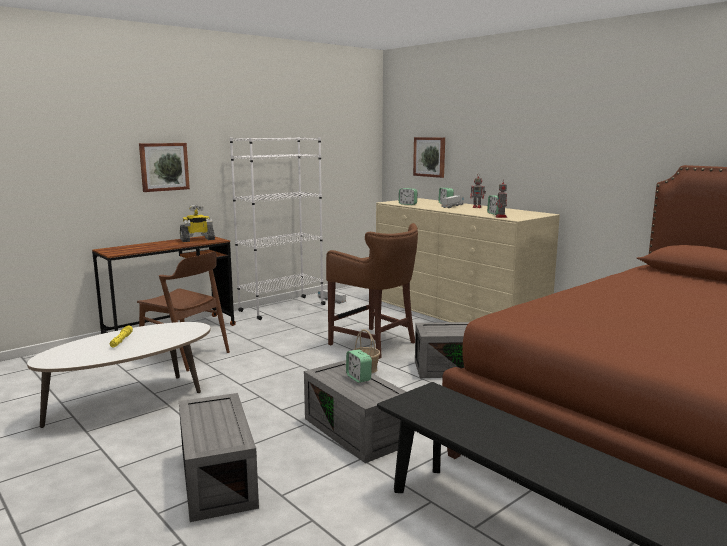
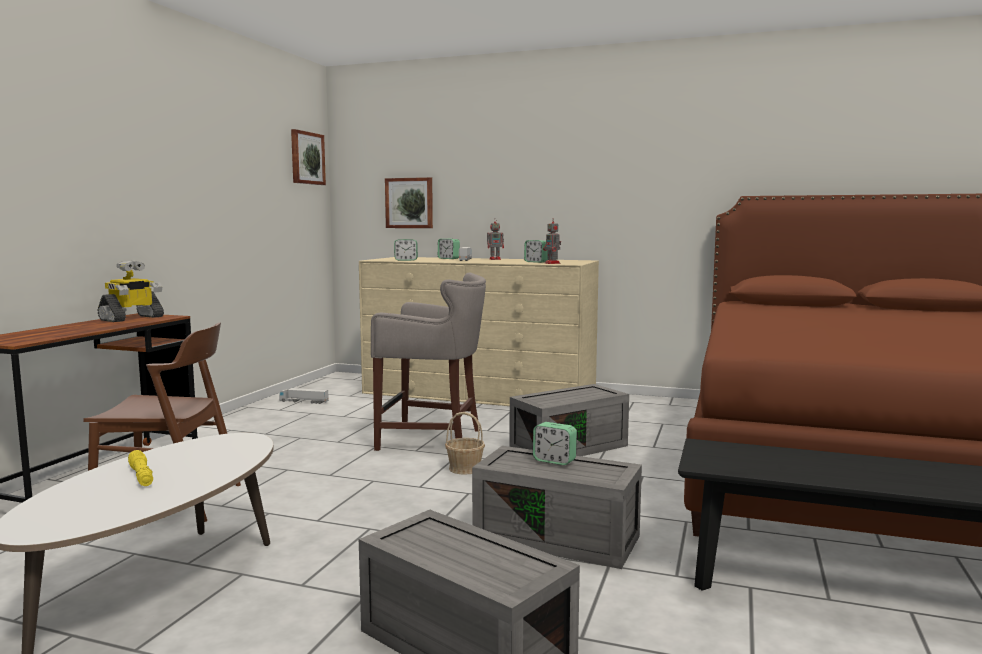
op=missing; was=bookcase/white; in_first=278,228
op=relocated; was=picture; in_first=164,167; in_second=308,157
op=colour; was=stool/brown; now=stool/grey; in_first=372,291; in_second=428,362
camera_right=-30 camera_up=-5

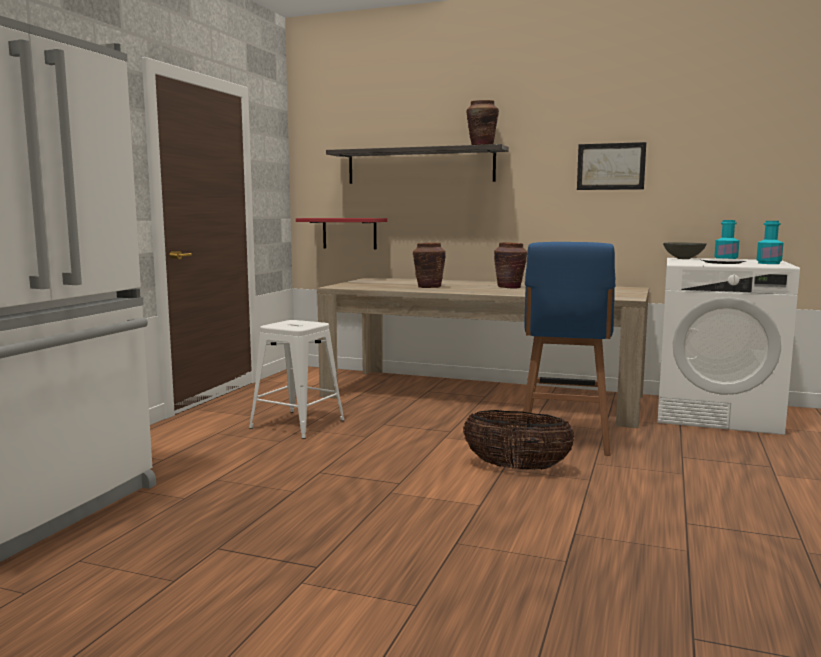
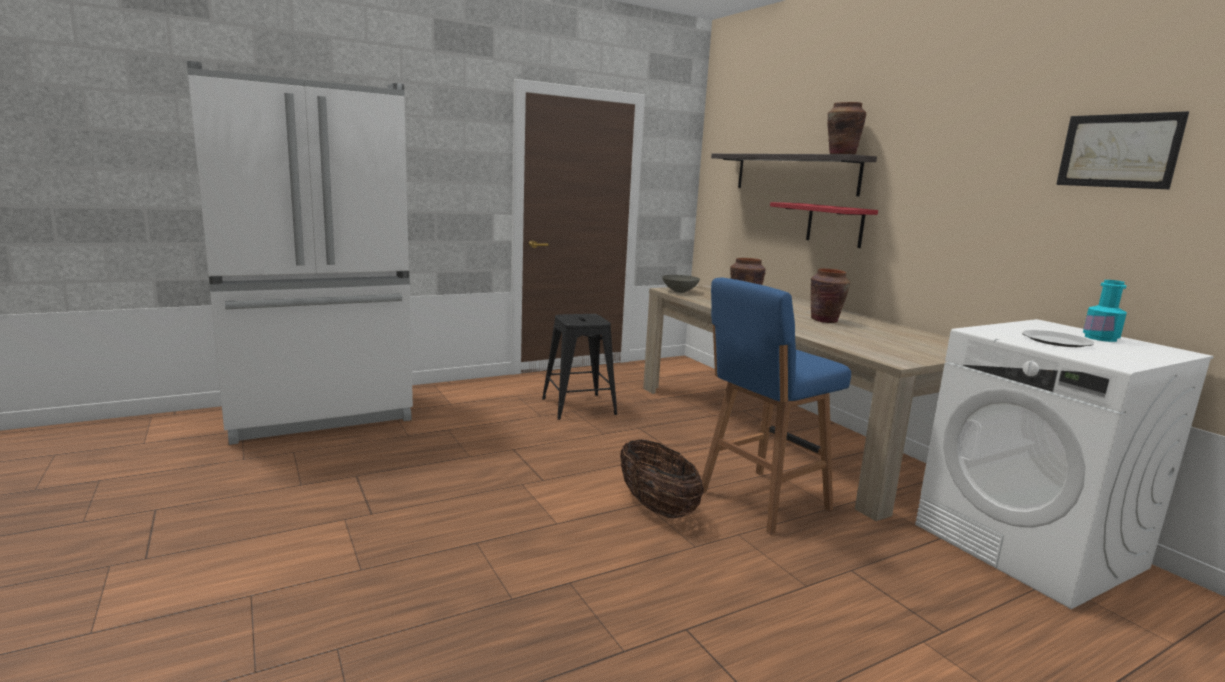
op=relocated; was=picture; in_first=611,166; in_second=1122,150
op=relocated; was=shelf/red; in_first=341,234; in_second=824,225
op=missing; was=bottle/turquoise; in_first=770,242
op=relocated; was=bowl/grey; in_first=685,250; in_second=681,284
op=colour; was=stool/white; now=stool/black; in_first=297,379; in_second=579,367
camera_right=40 camera_up=5

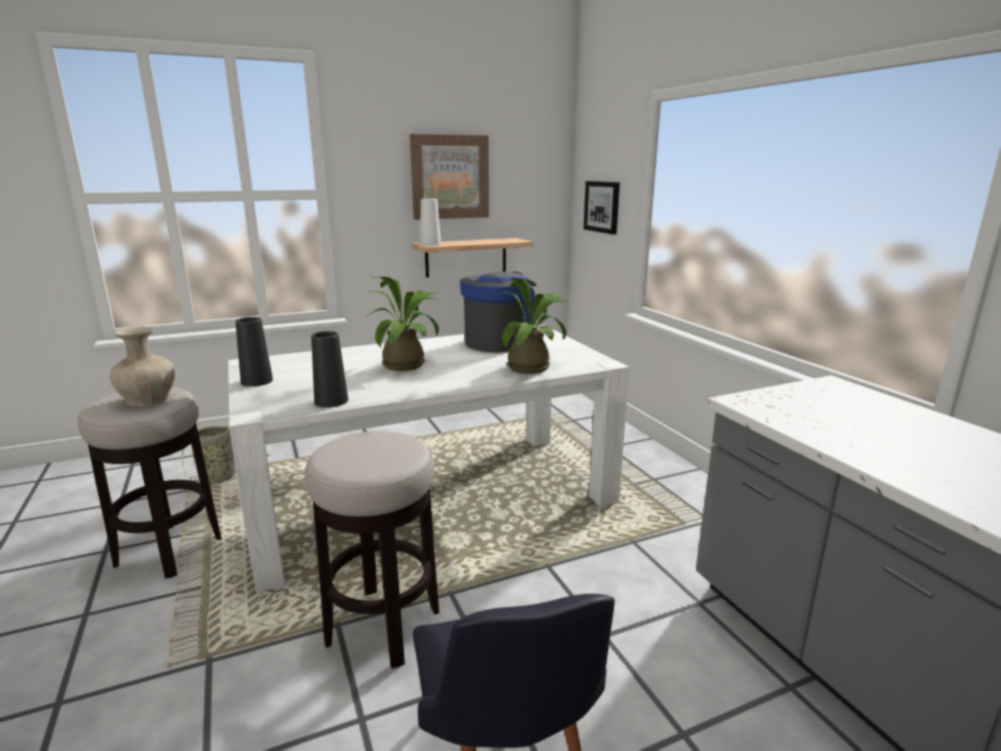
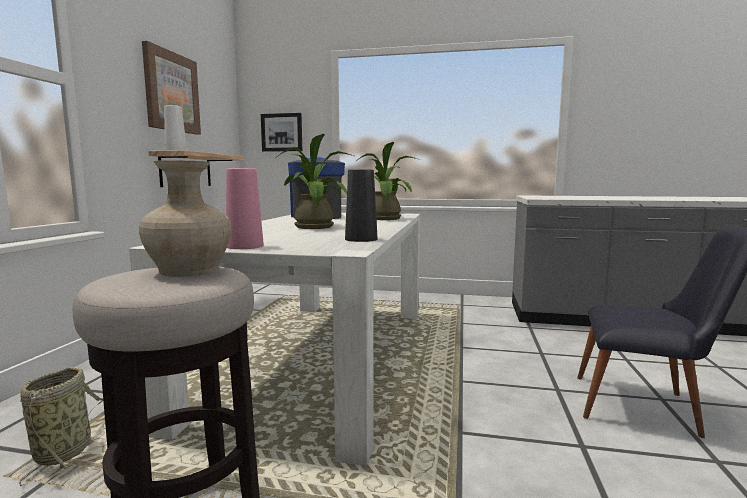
op=colour; was=vase/black; now=vase/pink; in_first=254,352; in_second=245,208
op=missing; was=stool; in_first=372,550
camera_right=-55 camera_up=-10

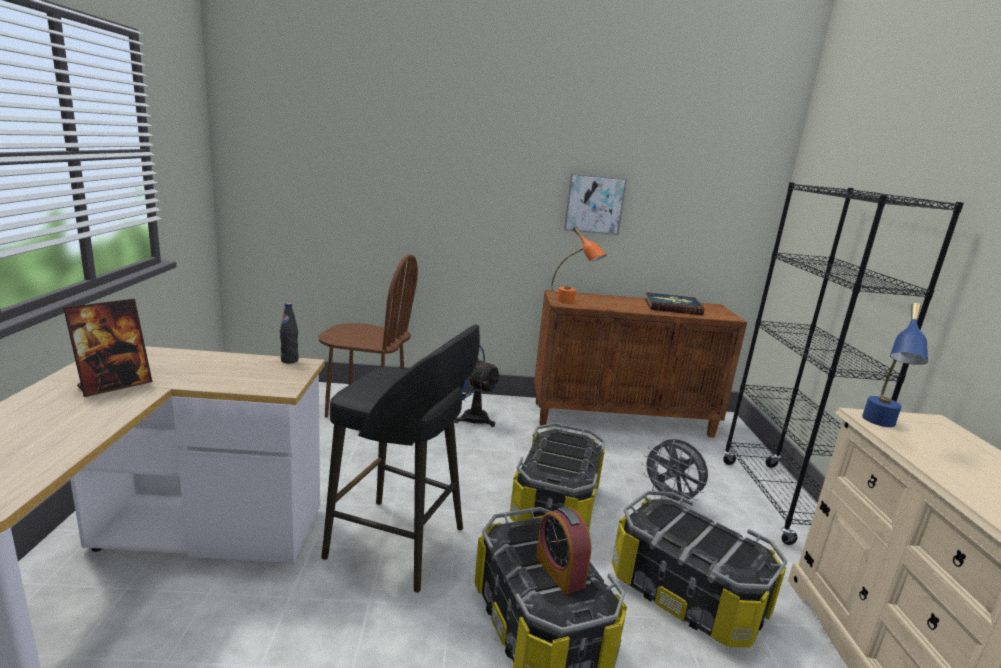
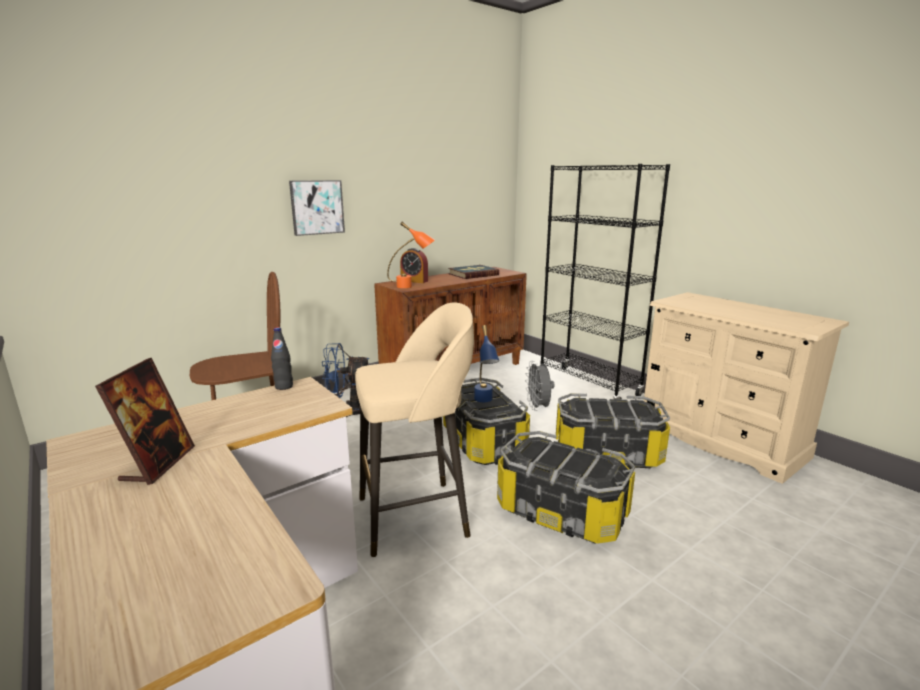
op=relocated; was=picture; in_first=595,204; in_second=317,208
op=relocated; was=table lamp/blue; in_first=895,365; in_second=486,363
op=colour; was=stool/black; now=stool/beige; in_first=400,459; in_second=414,429
op=spun; was=fan/grey; in_first=675,472; in_second=540,386; clockwise=75
op=relocated; was=alarm clock; in_first=564,550; in_second=414,265
camera_right=-35 camera_up=0

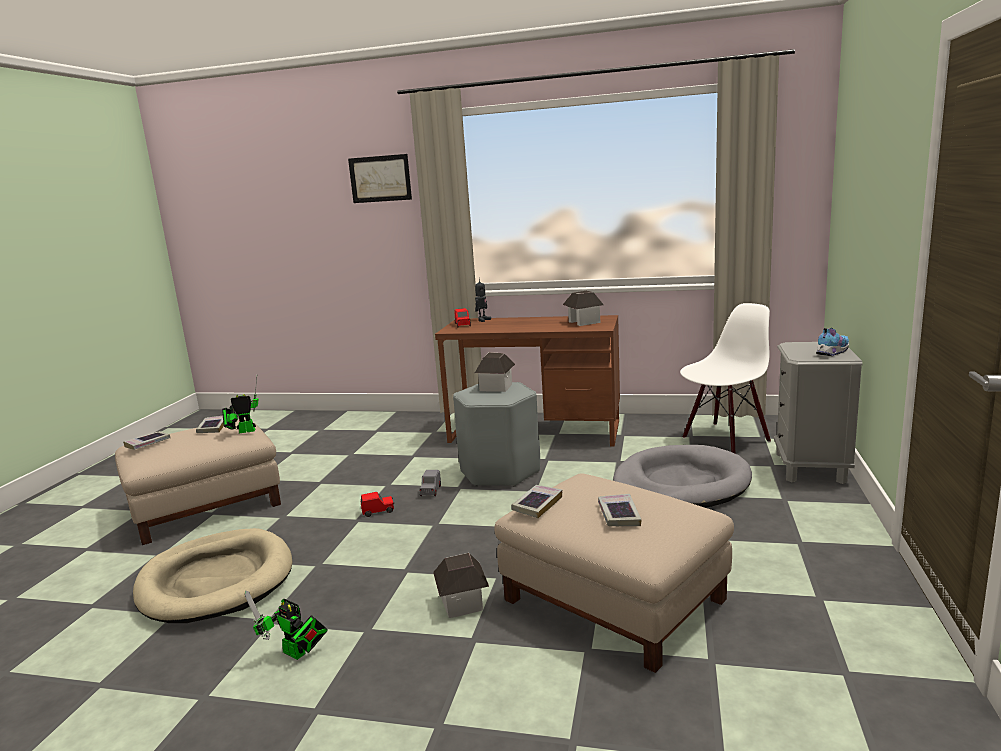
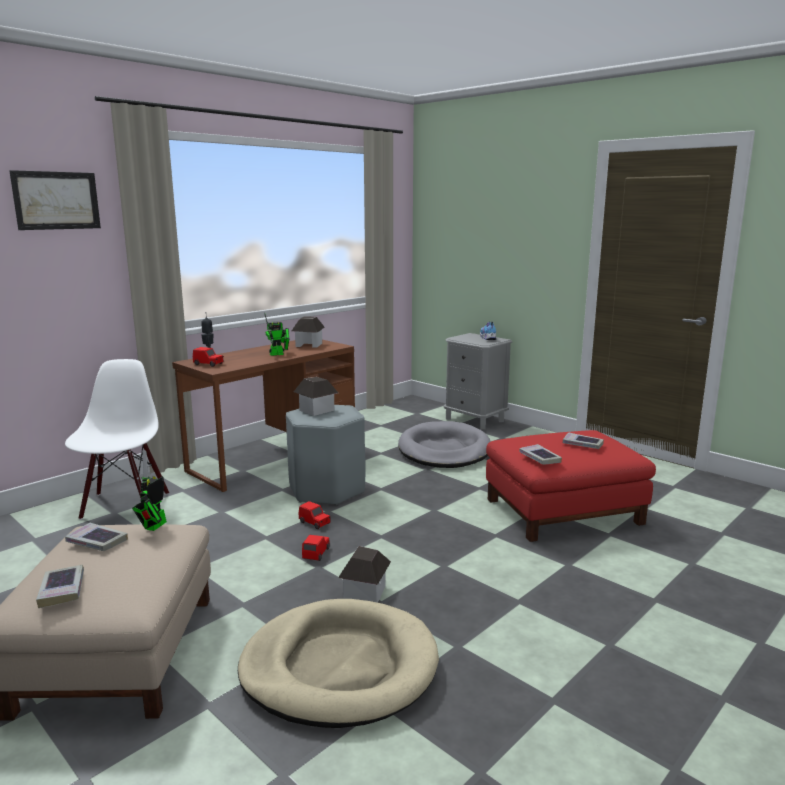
op=relocated; was=chair/white; in_first=725,378; in_second=117,439
op=colour; was=toy car/grey; now=toy car/red; in_first=430,483; in_second=315,515
op=colour; was=ottoman/beige; now=ottoman/red; in_first=614,573; in_second=571,486
op=relocated; was=toy house; in_first=461,585; in_second=364,574
op=relocated; was=toy robot; in_first=286,625; in_second=276,334
camera_right=-60 camera_up=0

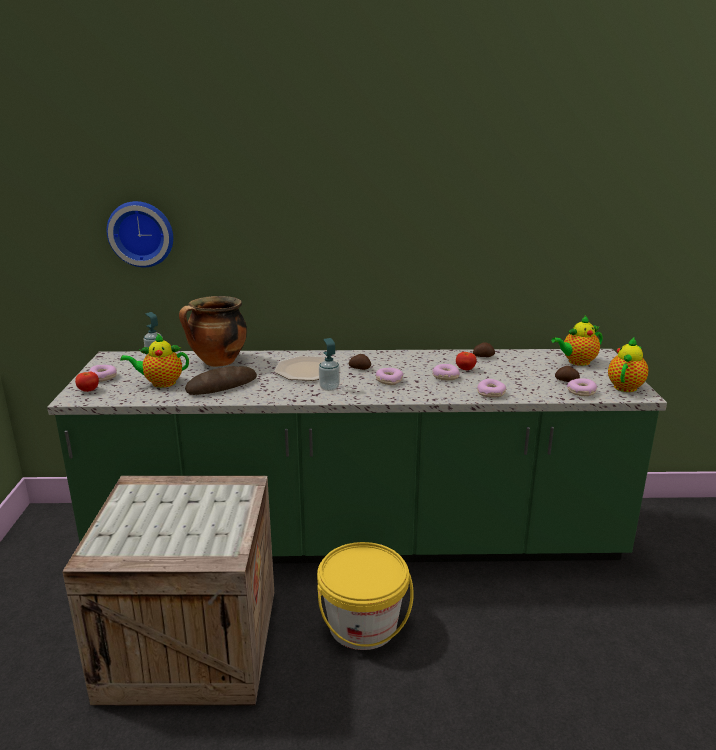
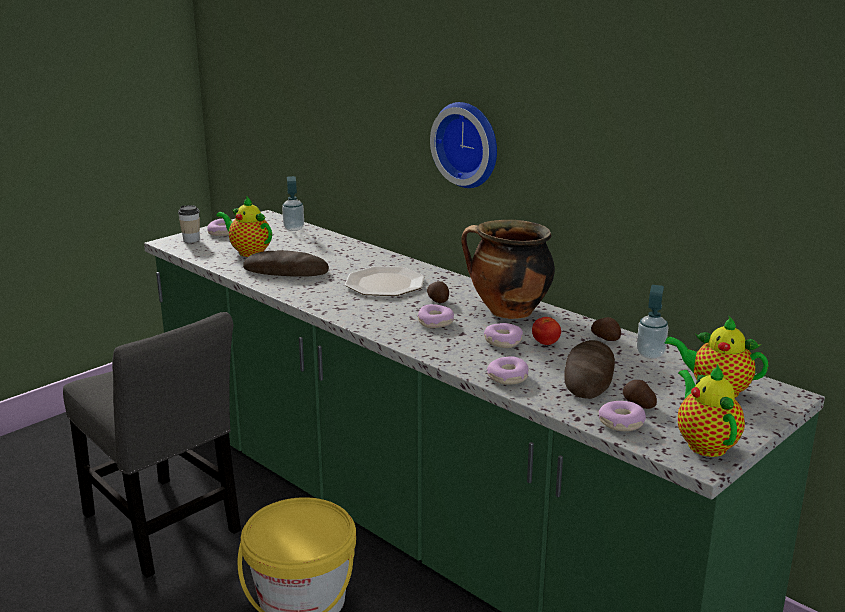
op=relocated; was=wall clock; in_first=140,234; in_second=463,145
op=relocated; was=cooking pot; in_first=213,331; in_second=508,269
op=spun; was=teapot; in_first=628,364; in_second=711,410; clockwise=-90
op=relocated; was=soap dispenser; in_first=329,364; in_second=652,322
op=exchanged; was=tomato; now=cup; in_first=87,382; in_second=189,224
op=exchanged; was=crate; now=chair/grey; in_first=168,591; in_second=152,445
op=appeared; now=bread; in_second=589,369
camera_right=45 camera_up=0

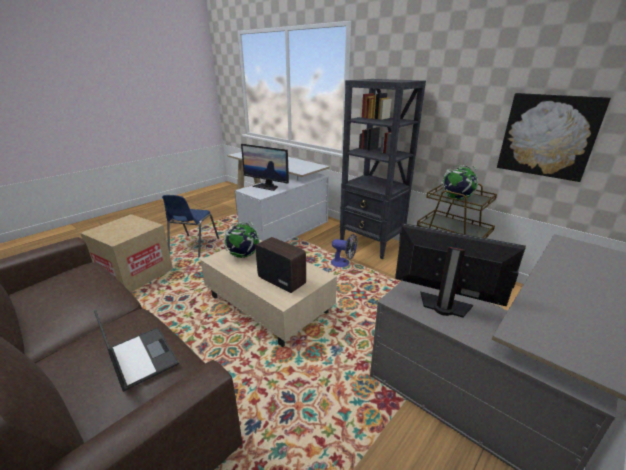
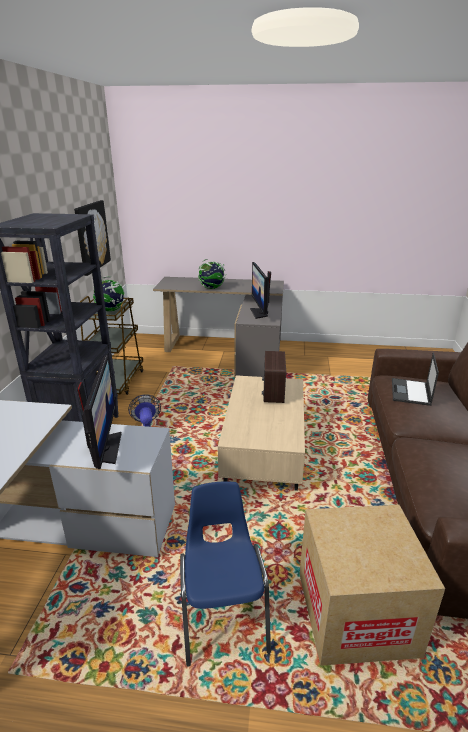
op=spun; was=chair/blue; in_first=190,226; in_second=225,574; clockwise=-75
op=relocated; was=globe; in_first=241,239; in_second=212,274
camera_right=-125 camera_up=0

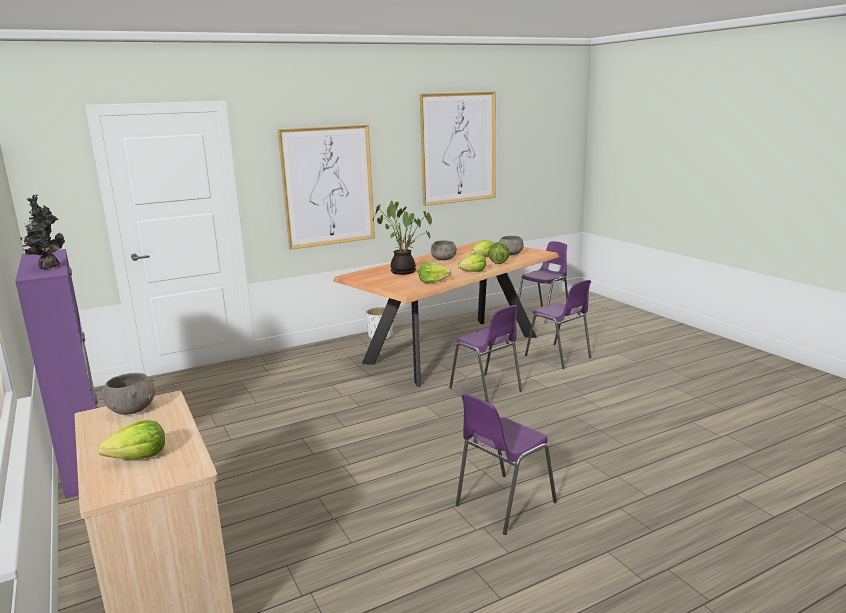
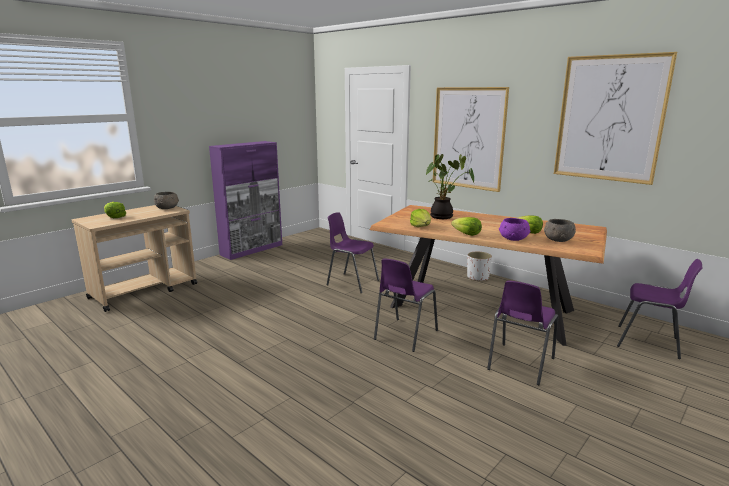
op=missing; was=potted plant; in_first=42,231
op=missing; was=bowl/grey; in_first=444,250
op=exchanged; was=lettuce; now=bowl/purple; in_first=499,253; in_second=514,229
op=relocated; was=chair/purple; in_first=506,464; in_second=353,252
camera_right=70 camera_up=0

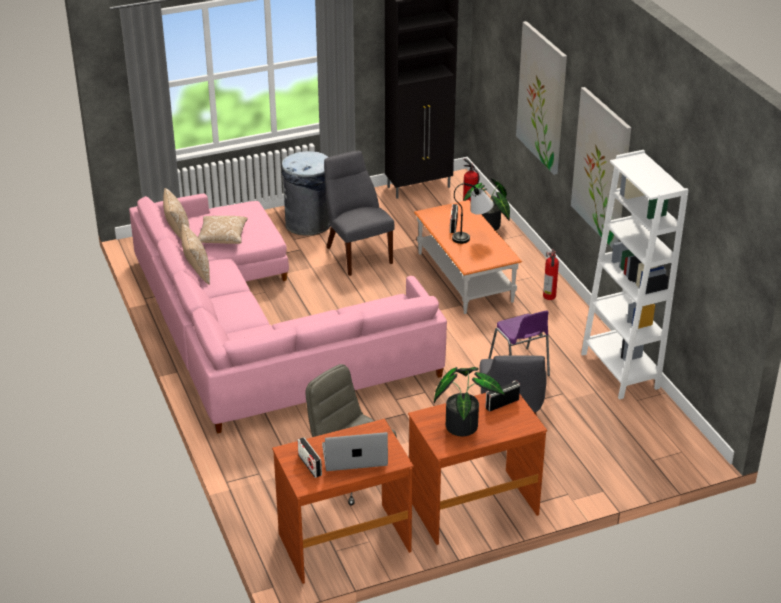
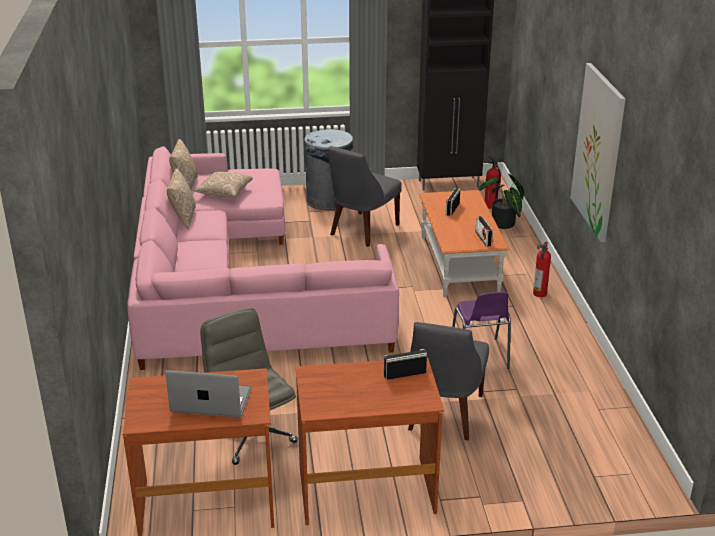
op=missing; was=picture; in_first=541,98
op=missing; was=bookcase/white; in_first=635,275
op=spun; was=chair/grey; in_first=359,213; in_second=365,196; clockwise=-135
op=missing; was=table lamp; in_first=473,213
op=missing; was=potted plant; in_first=469,401
op=relocated; was=radio; in_first=310,457; in_second=484,231
camera_right=15 camera_up=-5

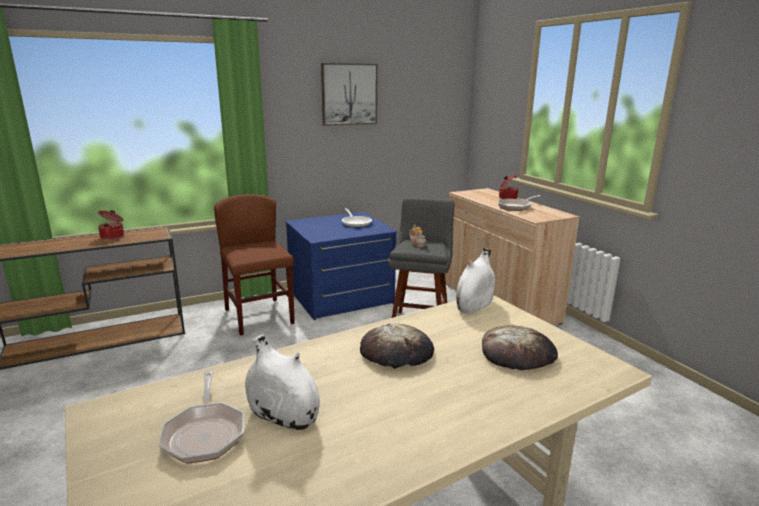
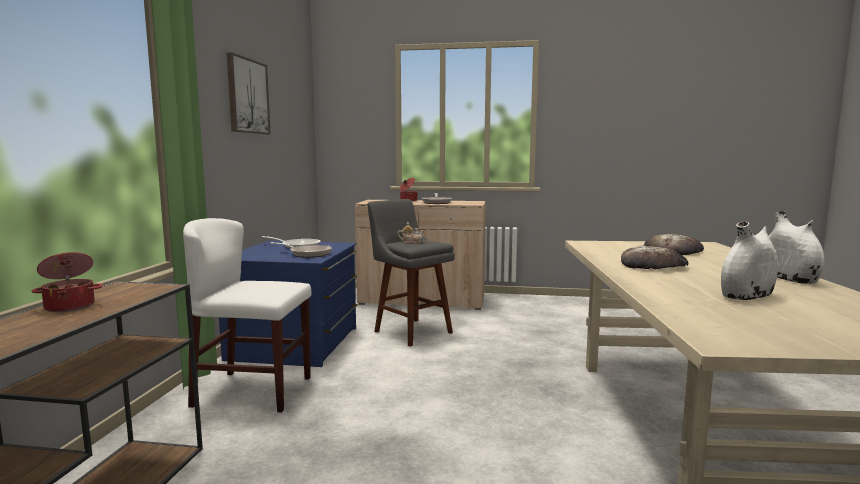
op=colour; was=chair/brown; now=chair/white; in_first=254,265; in_second=247,315
op=relocated; was=vase/white; in_first=475,281; in_second=796,247
op=relocated; was=frying pan; in_first=201,417; in_second=301,250
camera_right=-55 camera_up=-10

